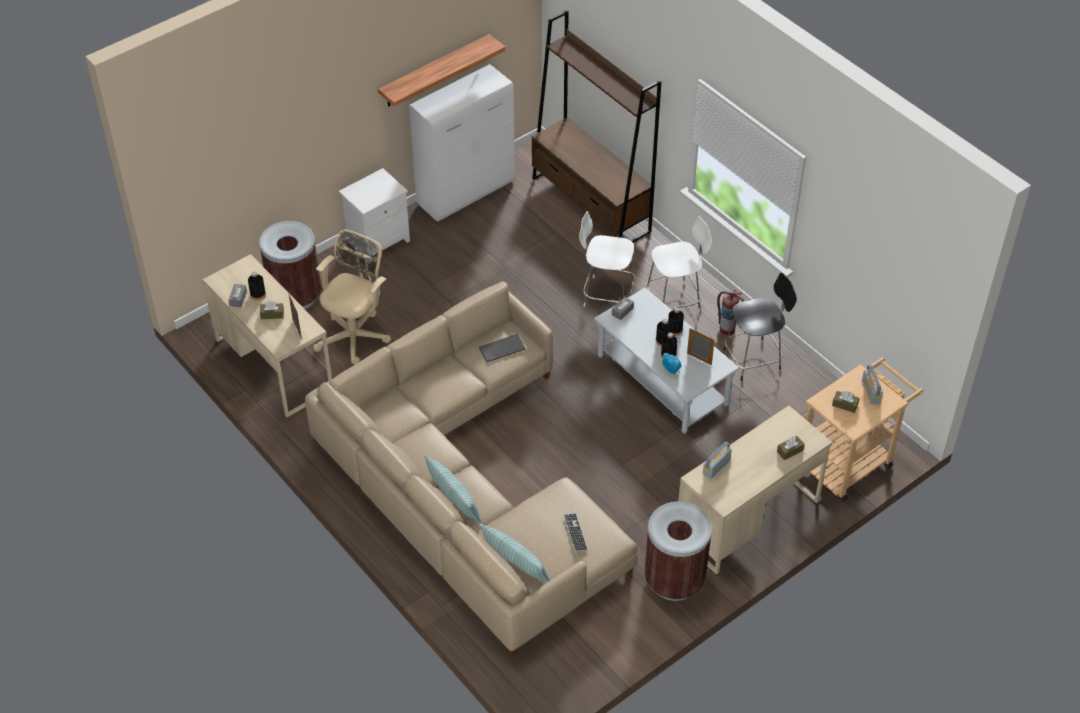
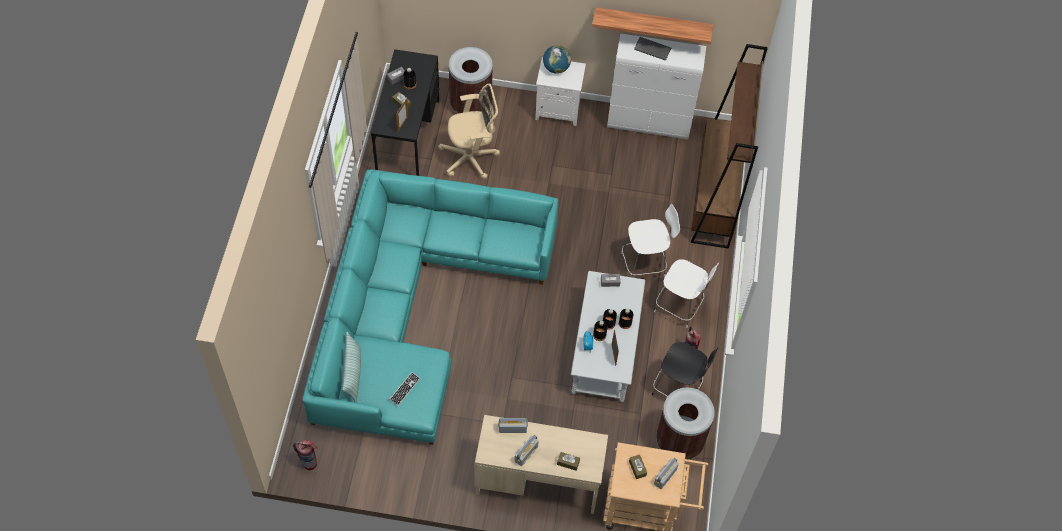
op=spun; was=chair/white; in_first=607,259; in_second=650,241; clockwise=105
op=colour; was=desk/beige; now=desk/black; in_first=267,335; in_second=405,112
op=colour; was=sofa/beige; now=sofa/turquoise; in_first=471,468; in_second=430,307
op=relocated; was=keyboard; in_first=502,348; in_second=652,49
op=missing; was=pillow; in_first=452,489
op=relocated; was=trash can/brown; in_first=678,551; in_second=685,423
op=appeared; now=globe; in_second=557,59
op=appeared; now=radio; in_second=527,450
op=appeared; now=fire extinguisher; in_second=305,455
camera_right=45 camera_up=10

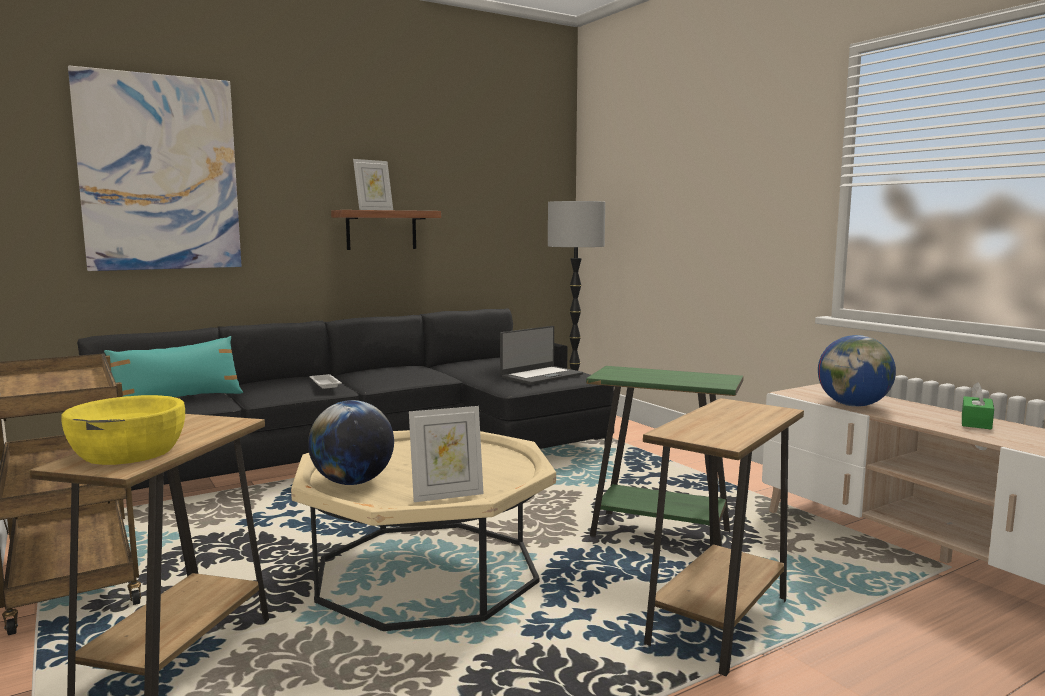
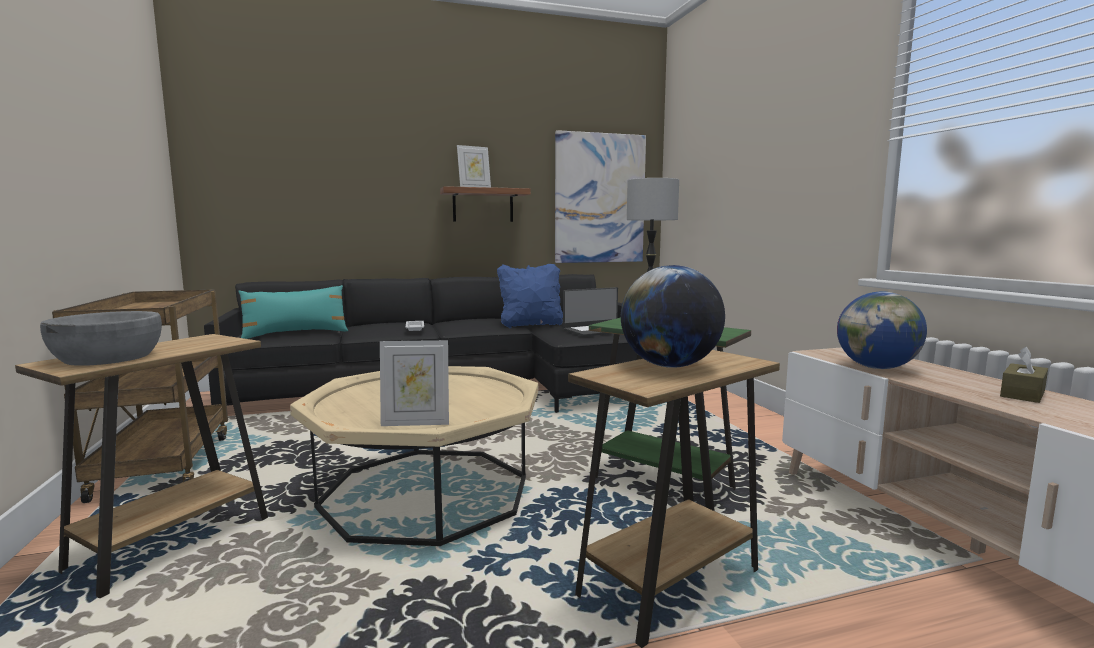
op=relocated; was=picture; in_first=154,168; in_second=600,196
op=colour; was=tissue box/green; now=tissue box/brown; in_first=978,406; in_second=1024,375
op=colour; was=bowl/yellow; now=bowl/grey; in_first=123,430; in_second=101,338
op=relocated; was=globe; in_first=351,442; in_second=673,316
op=appeared; now=pillow/blue; in_second=530,296
camera_right=15 camera_up=0

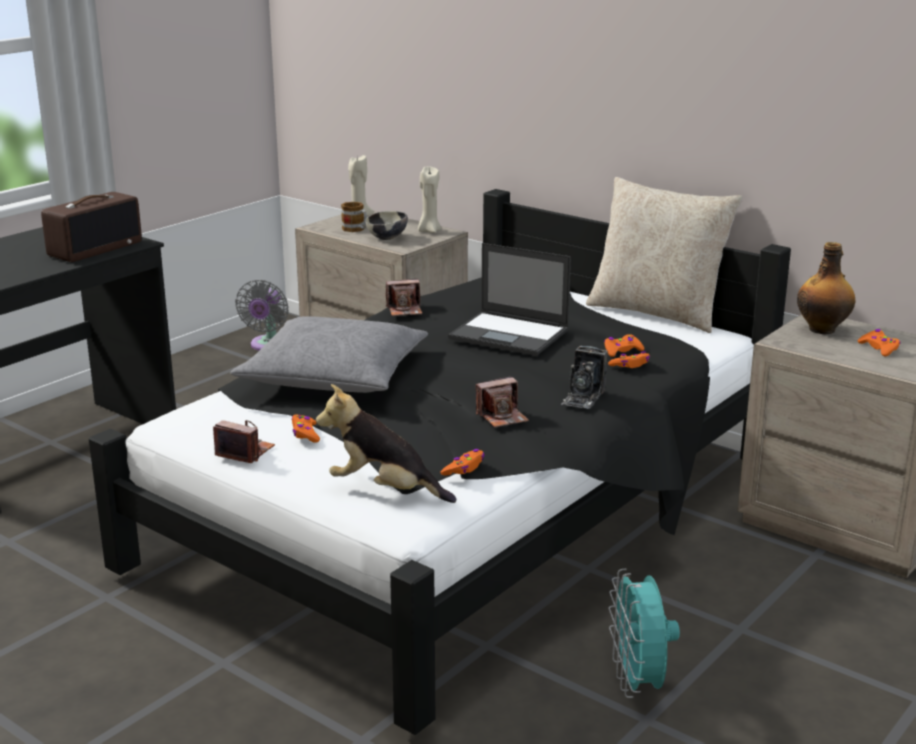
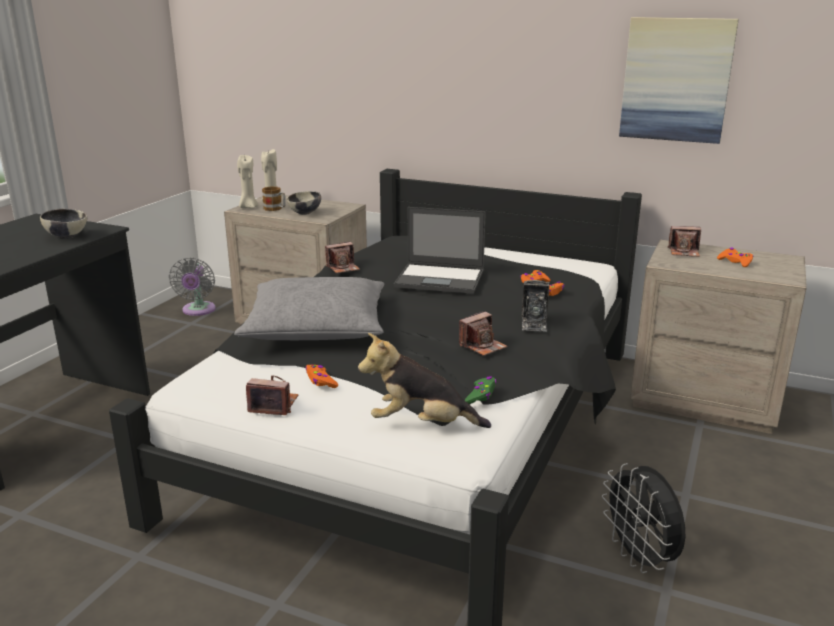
op=relocated; was=candle/beige; in_first=429,199; in_second=247,181
op=missing; was=pillow/beige; in_first=664,255
op=exchanged; was=radio; now=bowl; in_first=91,227; in_second=63,224
op=exchanged; was=bottle; now=photo camera; in_first=826,288; in_second=684,241
op=colour; was=game controller/orange; now=game controller/green; in_first=462,462; in_second=480,390
op=colour; was=fan/turquoise; now=fan/black; in_first=644,633; in_second=643,518
op=appeared; now=picture; in_second=679,80
camera_right=-15 camera_up=0

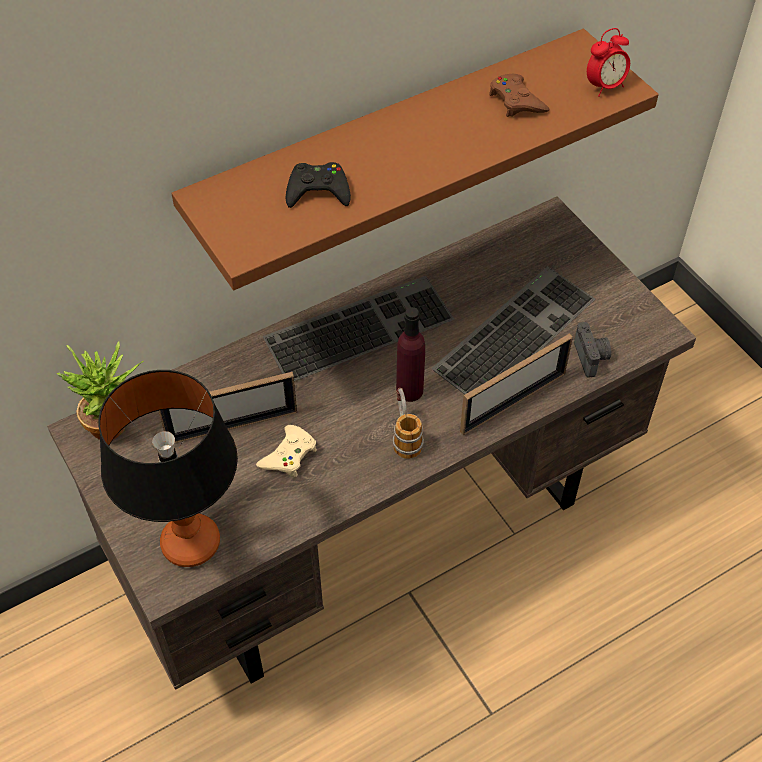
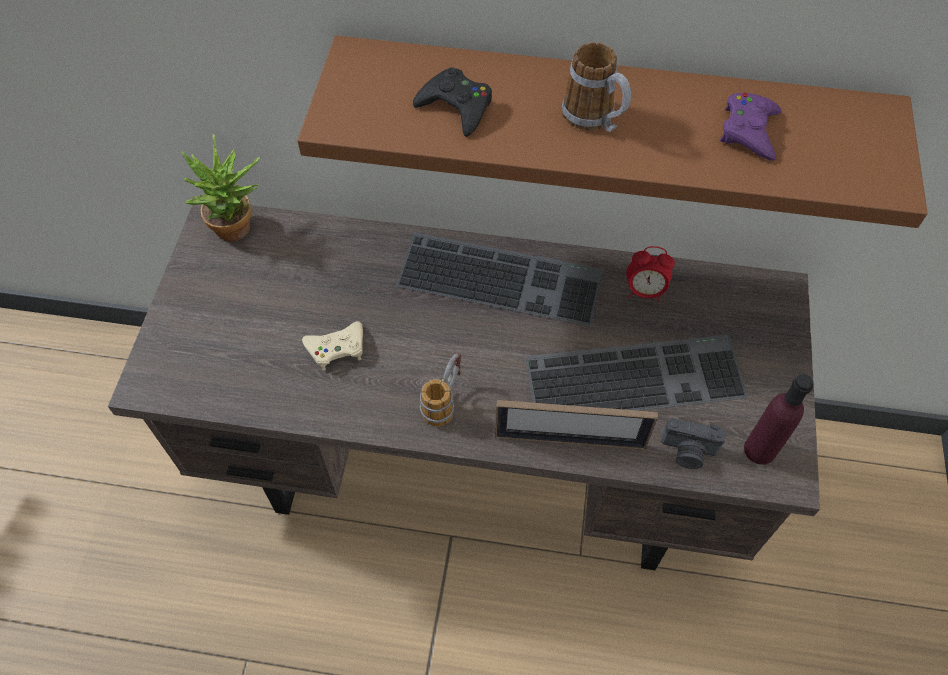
op=relocated; was=alarm clock; in_first=608,62; in_second=650,274
op=colour; was=game controller/brown; now=game controller/purple; in_first=519,95; in_second=750,127
op=relocated; was=bottle/purple; in_first=410,354; in_second=778,419
op=spun; was=photo camera; in_first=592,350; in_second=693,443; clockwise=75
op=missing; was=table lamp; in_first=168,468
op=missing; was=picture frame; in_first=228,407
op=appeared; now=mug; in_second=596,87
camera_right=40 camera_up=5

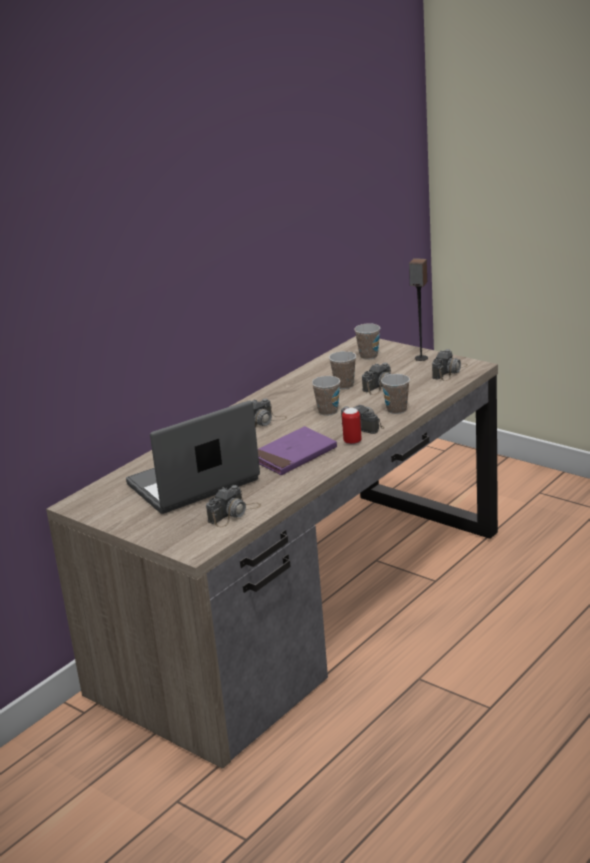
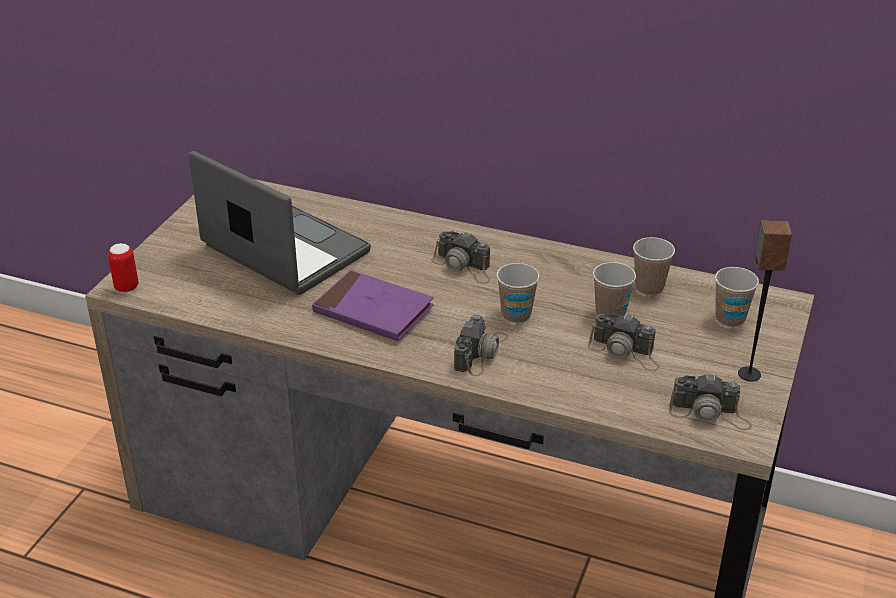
op=relocated; was=cup; in_first=395,394; in_second=654,266
op=relocated; was=can; in_first=352,426; in_second=123,267
op=missing; was=photo camera; in_first=233,506
camera_right=70 camera_up=10

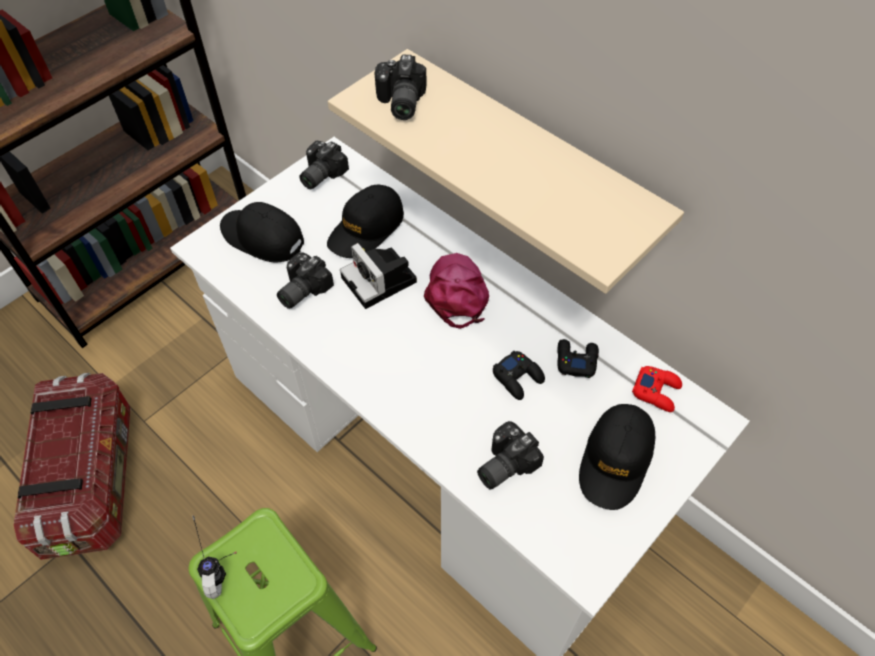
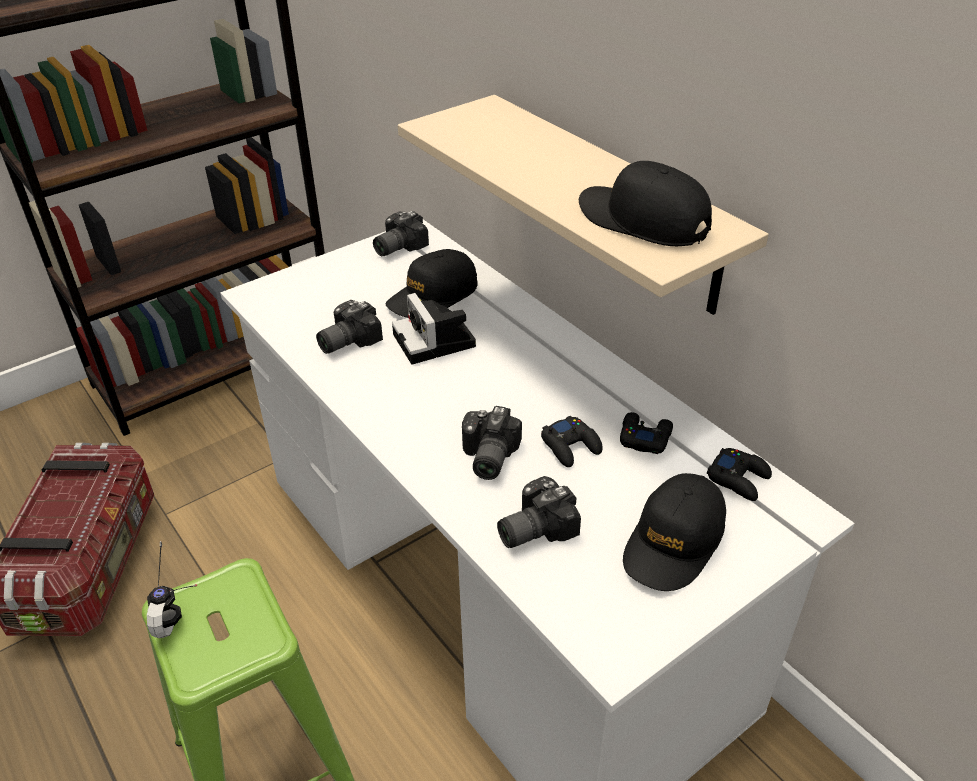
op=relocated; was=photo camera; in_first=400,87; in_second=492,443
op=relocated; was=cap/black; in_first=262,232; in_second=645,203
op=missing; was=cap/pink; in_first=456,291
op=colour; was=game controller/red; now=game controller/black; in_first=657,389; in_second=739,474
camera_right=10 camera_up=-15

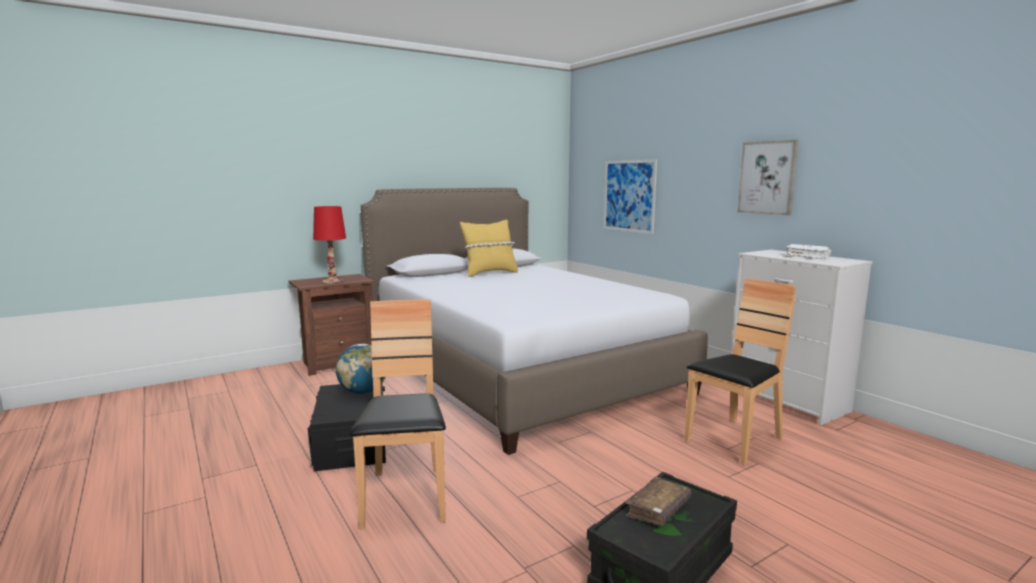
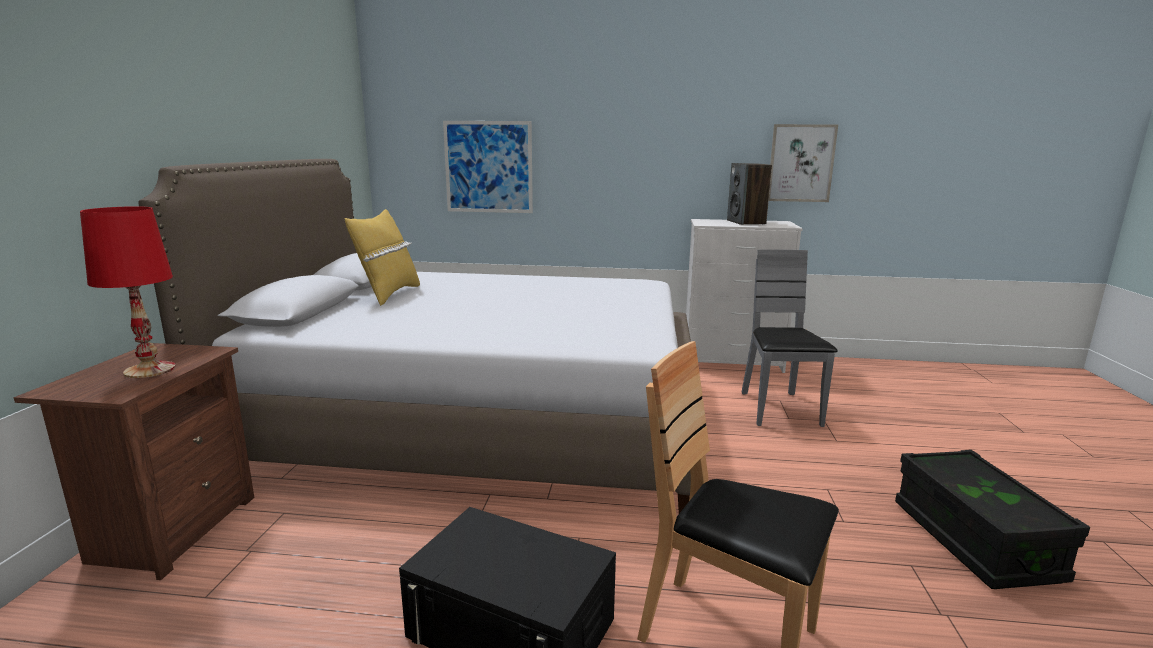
op=relocated; was=picture; in_first=768,178; in_second=803,163
op=exchanged; was=book/white; now=speaker; in_first=808,252; in_second=749,194
op=colour; was=chair/brown; now=chair/grey; in_first=740,372; in_second=789,338
op=missing; was=globe; in_first=361,369
op=missing; was=book/brown; in_first=658,501
camera_right=-50 camera_up=5

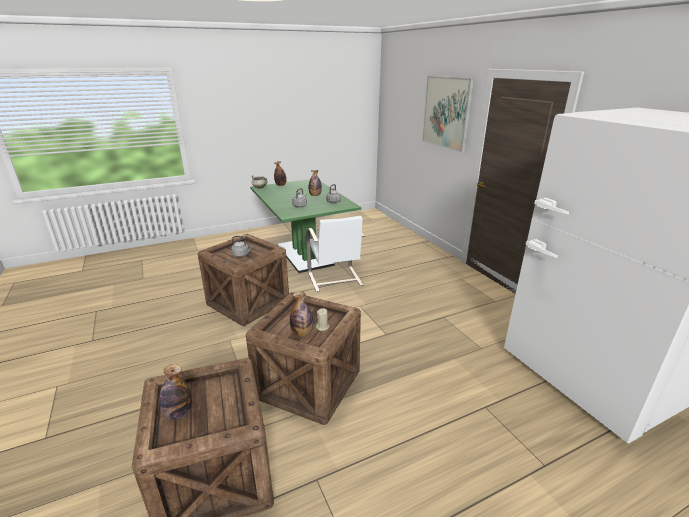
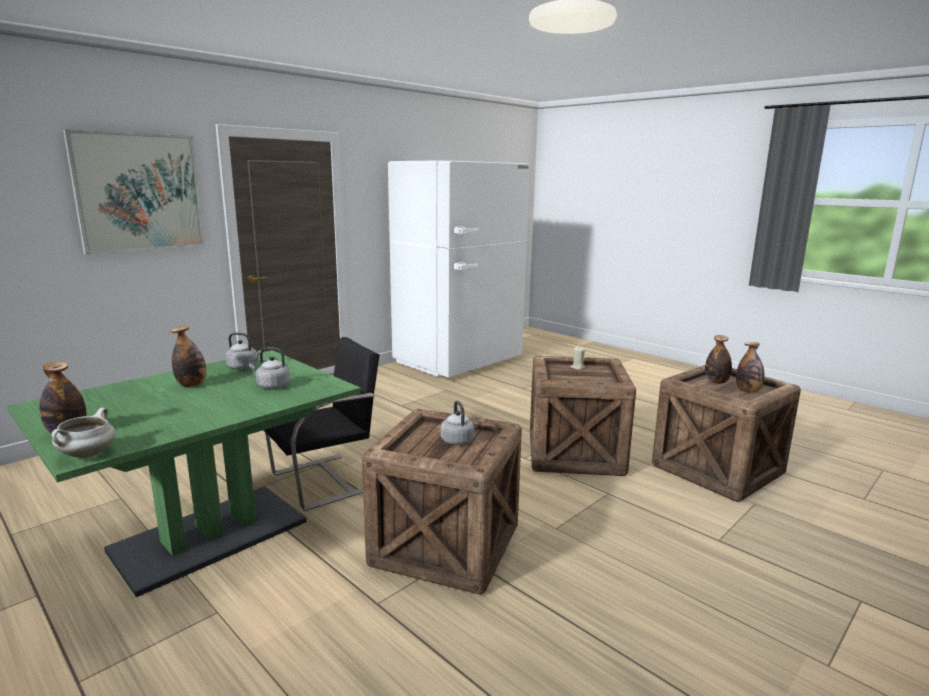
op=colour; was=chair/white; now=chair/black; in_first=335,254; in_second=322,424
op=relocated; was=bottle; in_first=301,314; in_second=718,359
camera_right=-110 camera_up=-10

